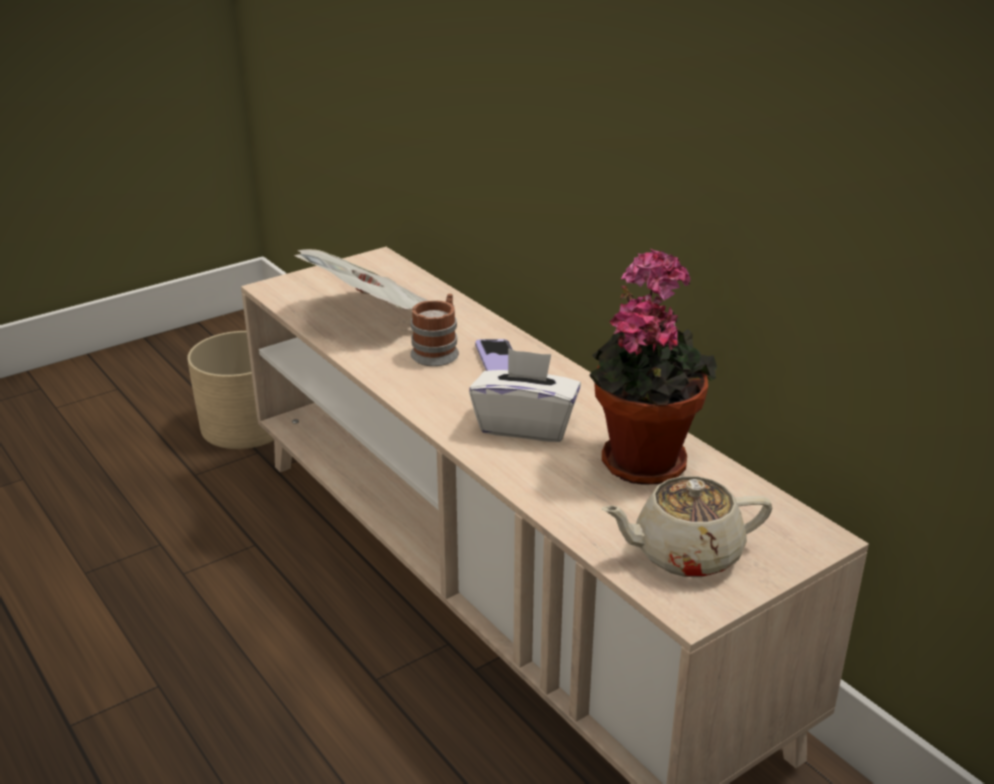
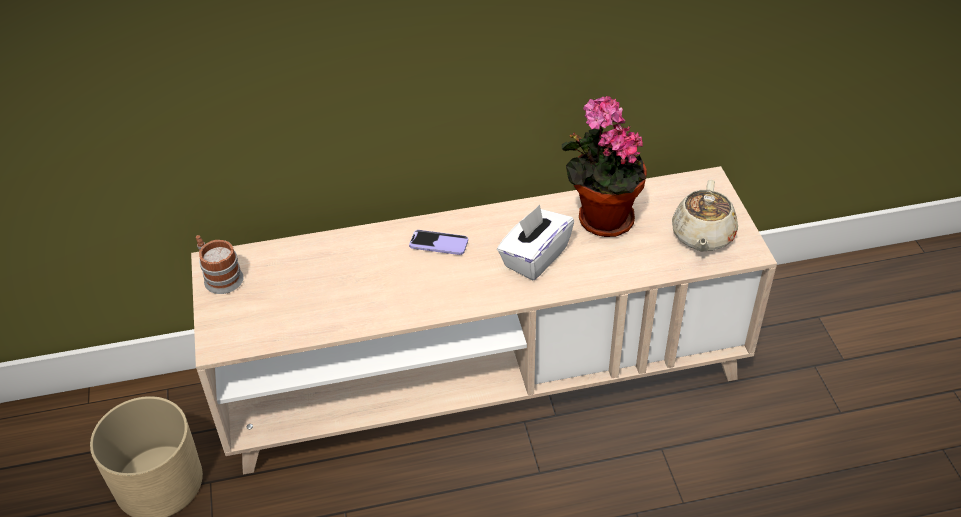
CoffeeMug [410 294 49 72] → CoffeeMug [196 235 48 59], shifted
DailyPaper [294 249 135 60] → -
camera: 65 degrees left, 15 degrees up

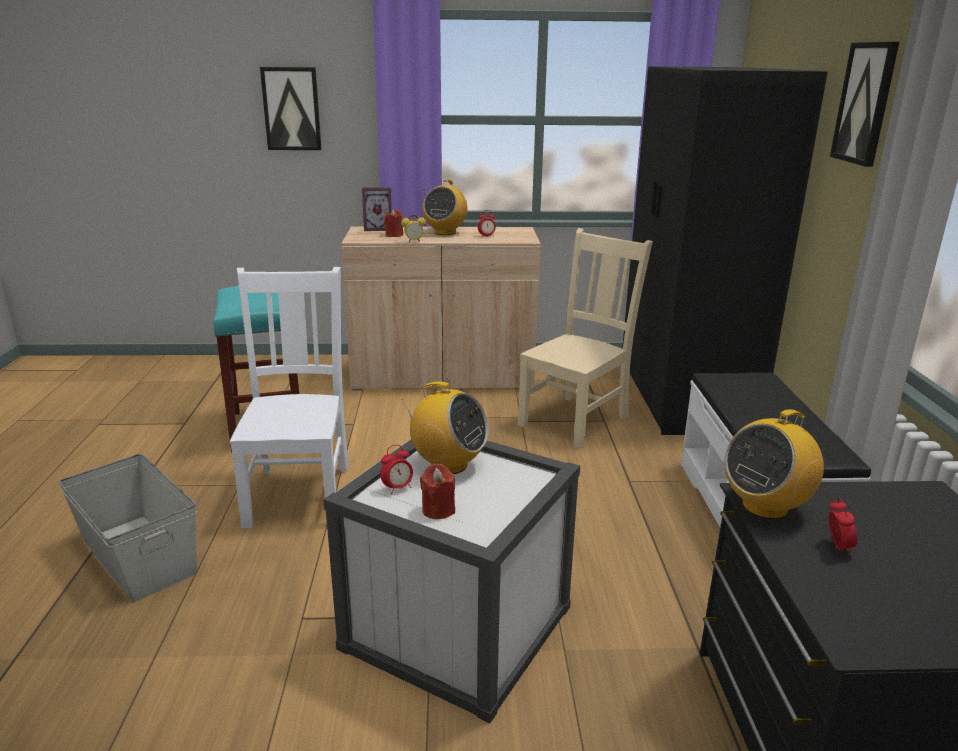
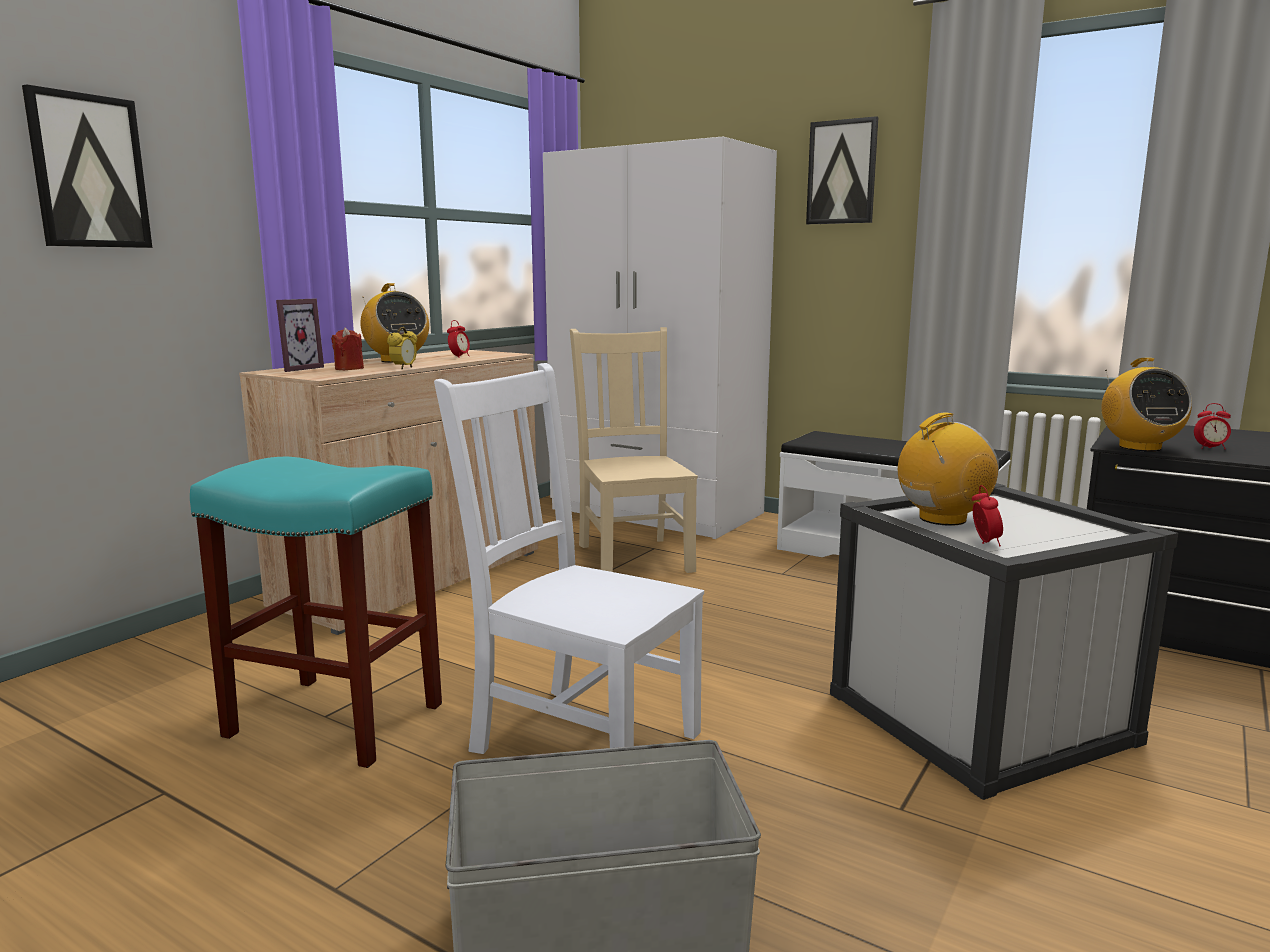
BlackColouredClothesCupboard [622 66 206 369] → WhiteClothesCupboard [543 137 234 402]
BedsideClock [829 498 28 59] → BedsideClock [1194 403 37 46], 150 degrees clockwise
ReddishWaxLight [420 464 35 55] → -
camera: 55 degrees left, 10 degrees down

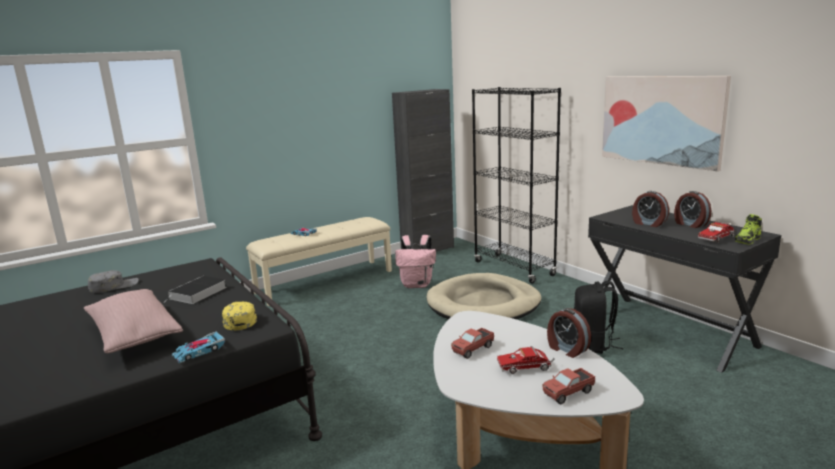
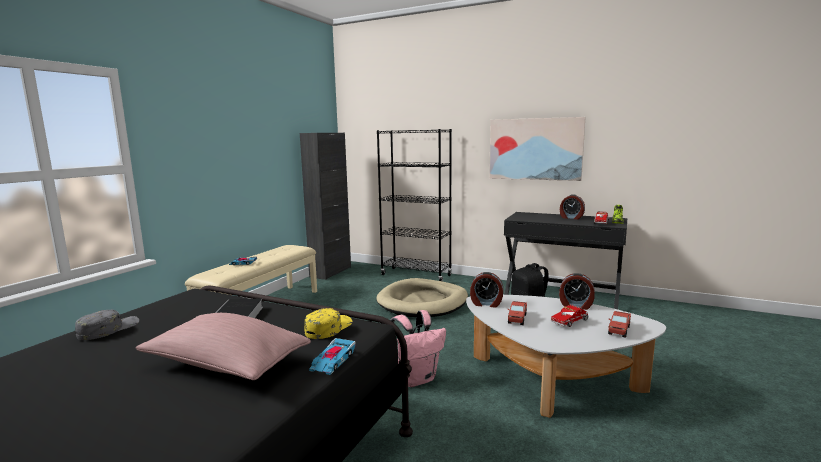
YellowishBaseballCap [222 302 35 28] → YellowishBaseballCap [304 308 48 31], 75 degrees clockwise
PinkRucksack [395 235 41 53] → PinkRucksack [390 310 56 77], shifted
BedsideClock [632 191 37 36] → BedsideClock [470 272 33 36], shifted
camera: 30 degrees left, 5 degrees down

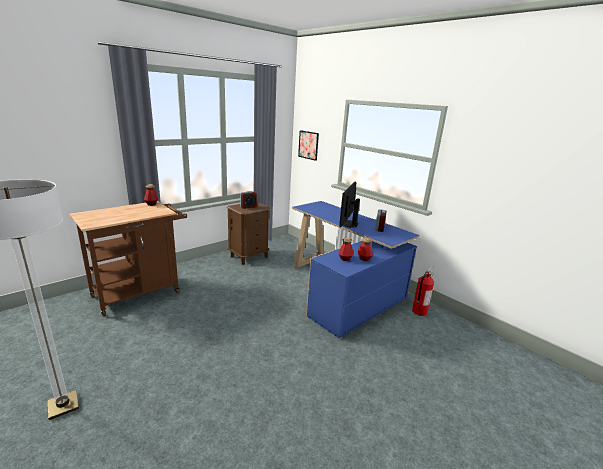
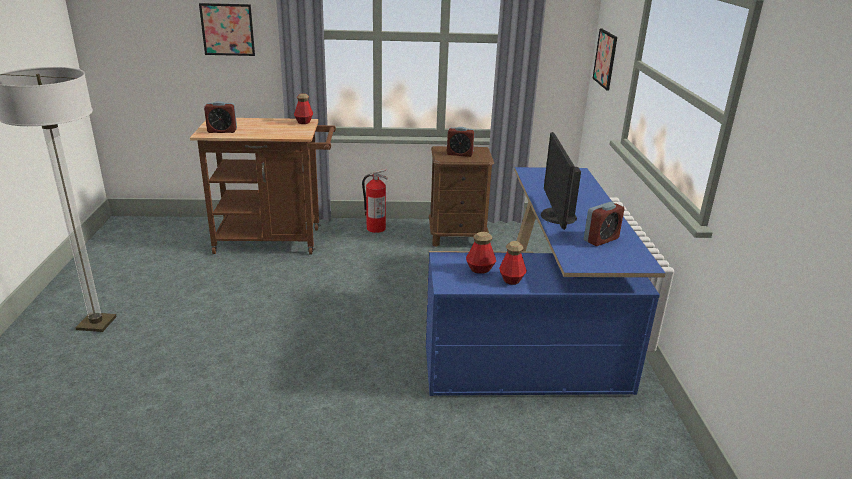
- → WallPicture [199 3 56 53]
- → BedsideClock [204 101 33 32]
FireFightingCylinder [412 266 22 50] → FireFightingCylinder [362 169 26 64], shifted
ComputerDisplay [339 182 21 46] → ComputerDisplay [541 132 40 98], 60 degrees counterclockwise
camera: 40 degrees right, 5 degrees up

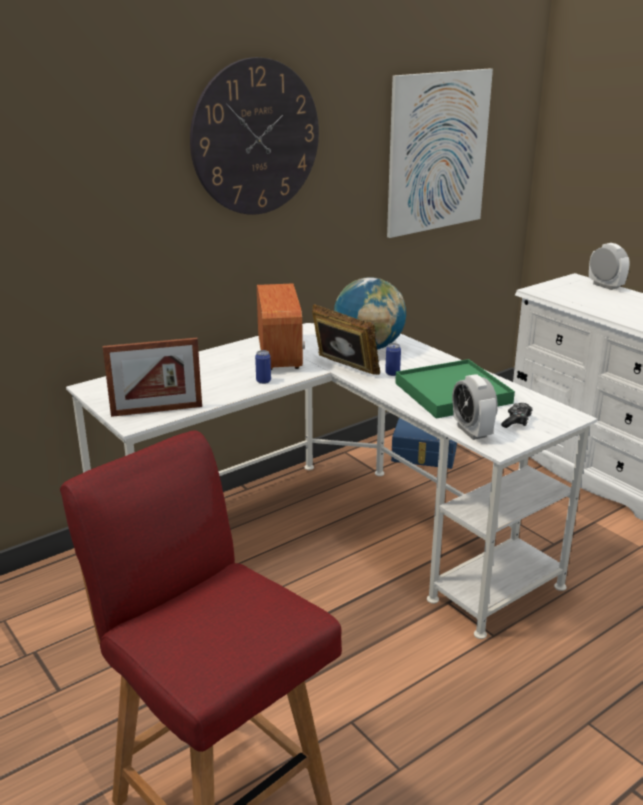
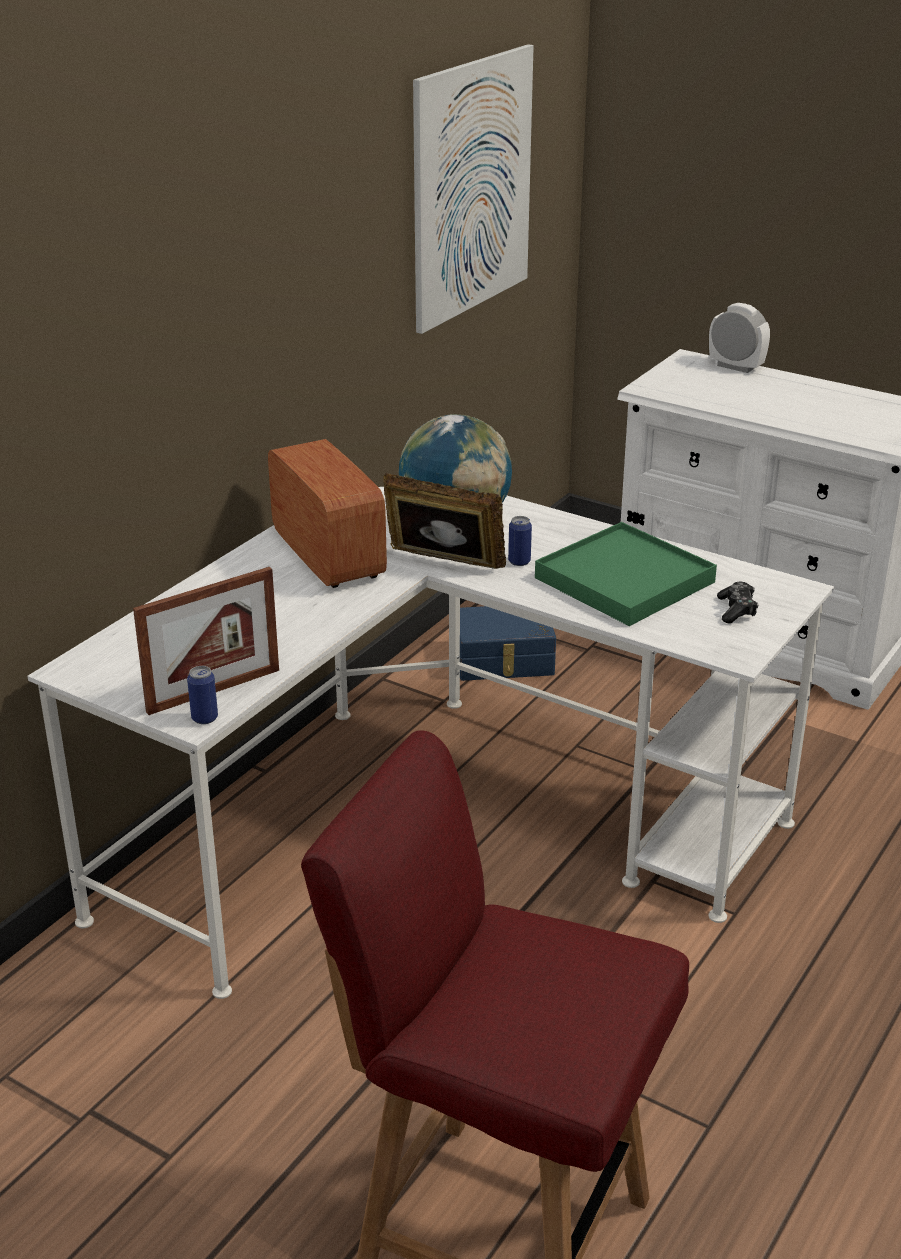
MetalCan [255 350 16 34] → MetalCan [187 666 31 58], shifted
HangingClock [190 57 129 158] → -
BedsideClock [452 375 46 65] → -
camera: 20 degrees left, 5 degrees up

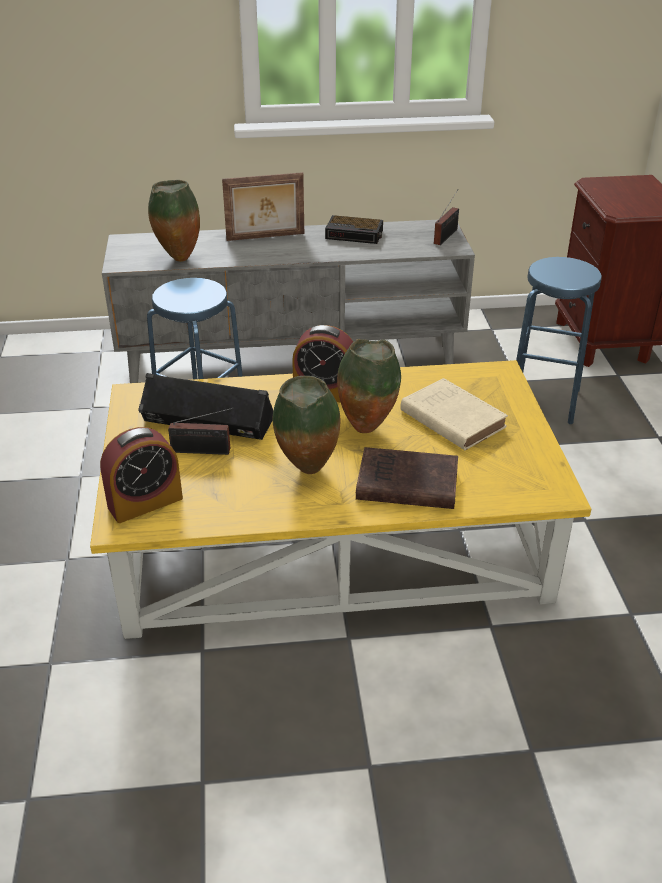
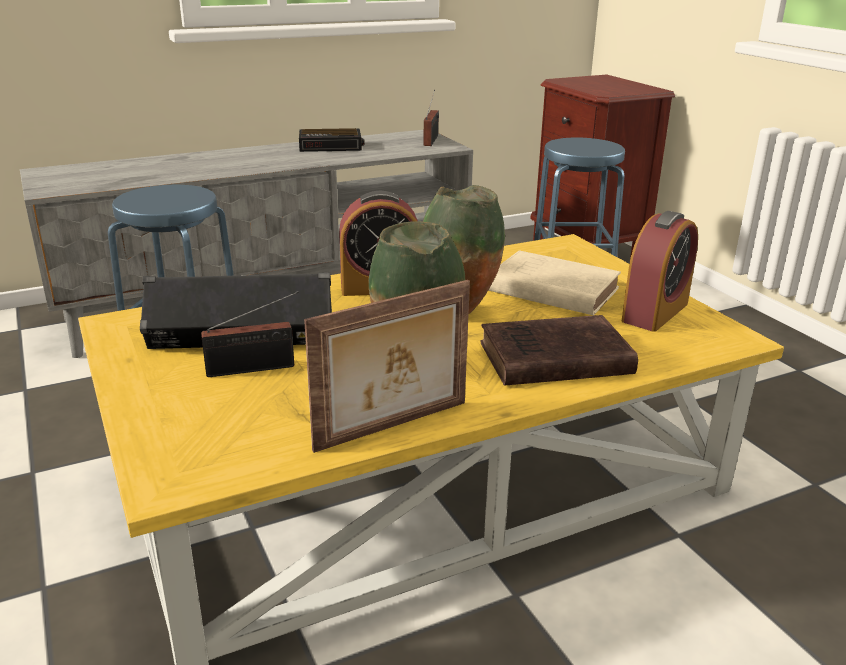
PhotoFrame [222 172 82 69] → PhotoFrame [304 280 166 173], shifted
BedsideClock [100 427 83 96] → BedsideClock [622 211 76 121], shifted
Vase [148 180 52 82] → -
camera: 20 degrees left, 10 degrees down

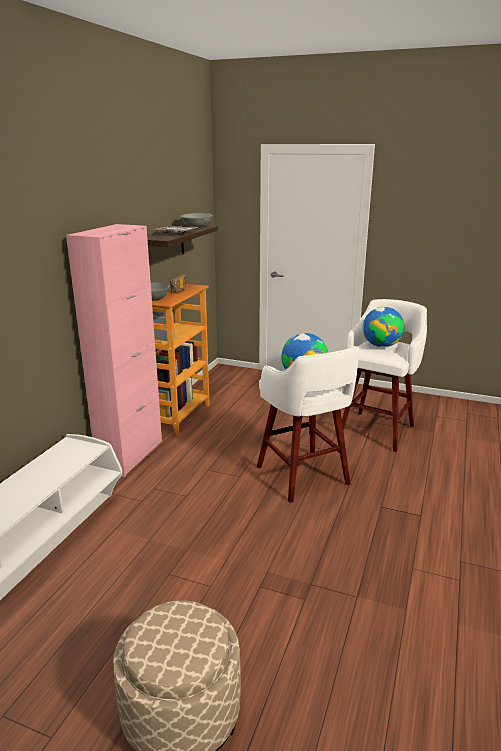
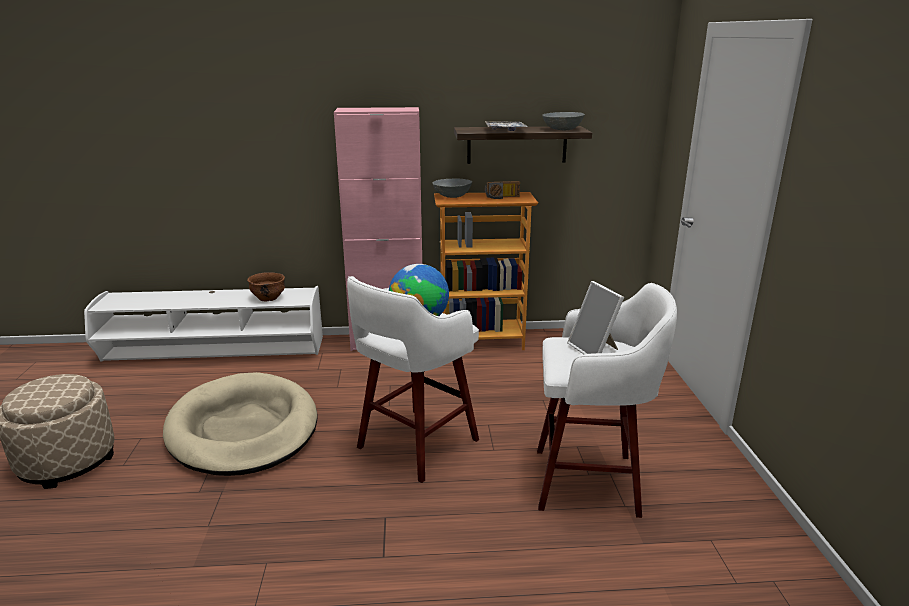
- → BeigeDogBed [163 372 154 104]
- → BrownishDeepDish [247 272 38 30]
DeskGlobe [363 307 41 40] → PhotoFrame [567 281 57 73]
camera: 65 degrees right, 0 degrees up

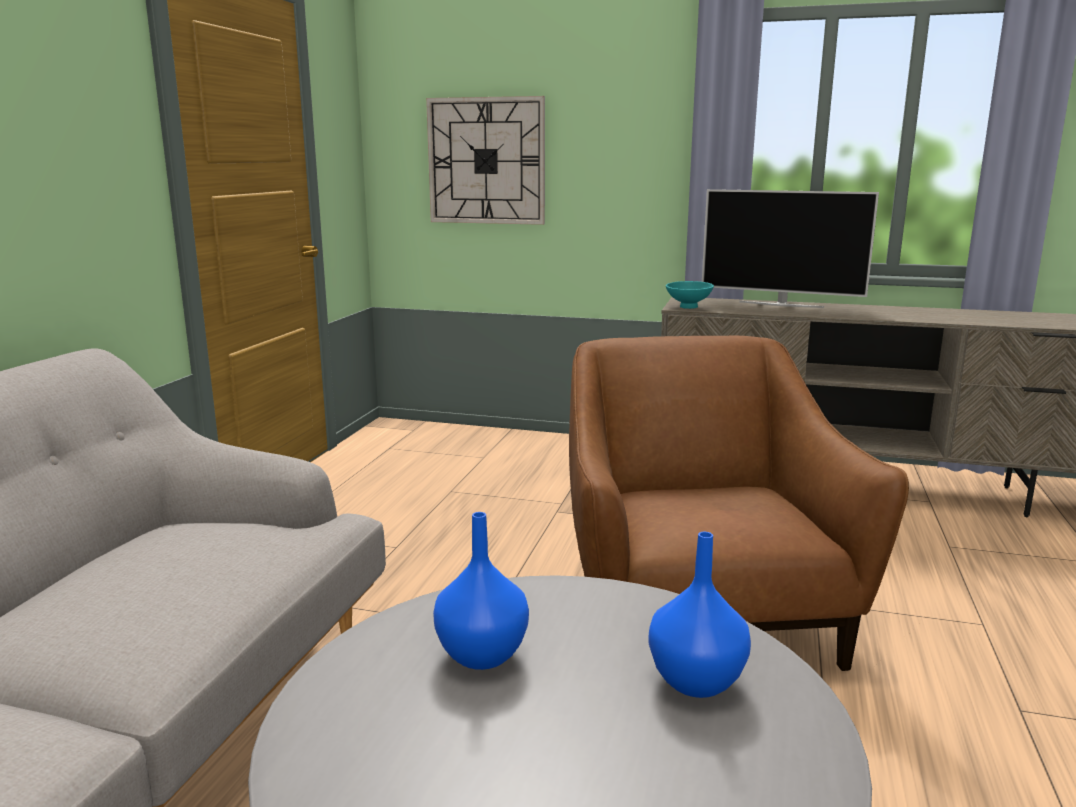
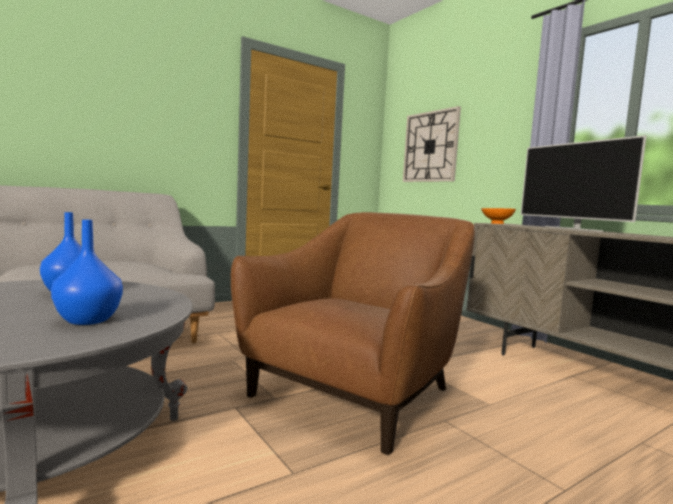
BlueGreenDeepDish [666 281 48 28] → OrangeDeepDish [481 208 35 16]
camera: 40 degrees right, 10 degrees down

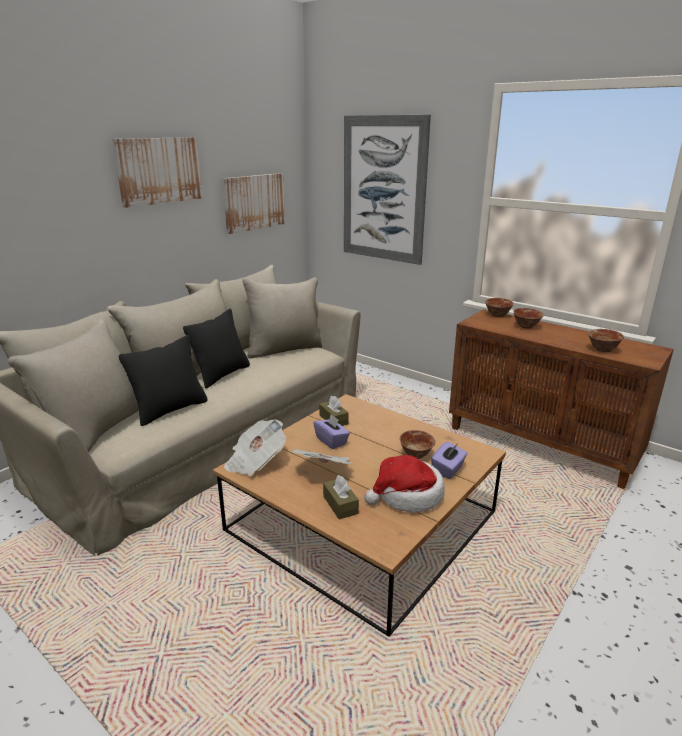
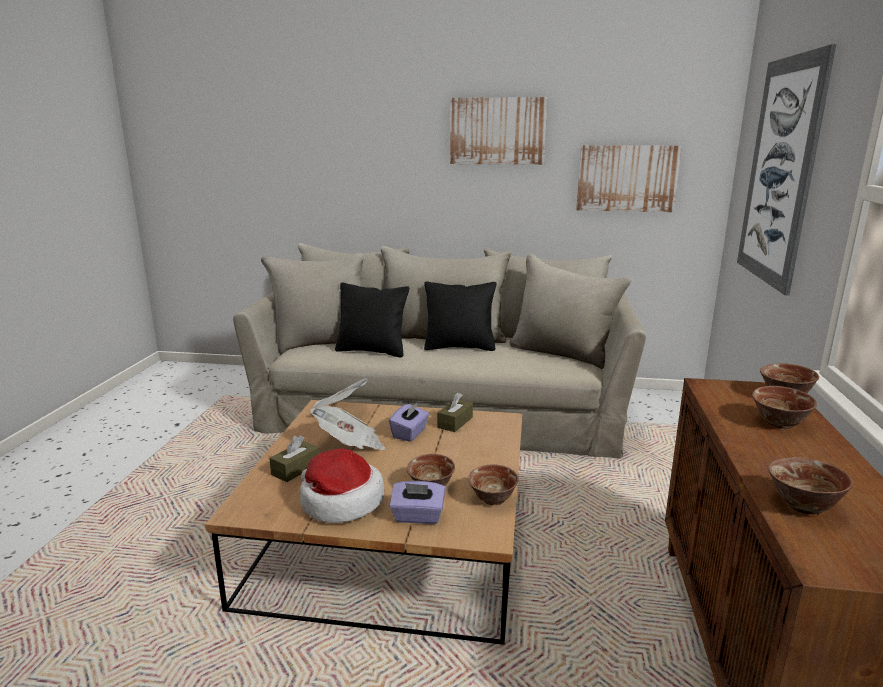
- → DeepDish [468 464 50 41]
camera: 60 degrees right, 5 degrees down

